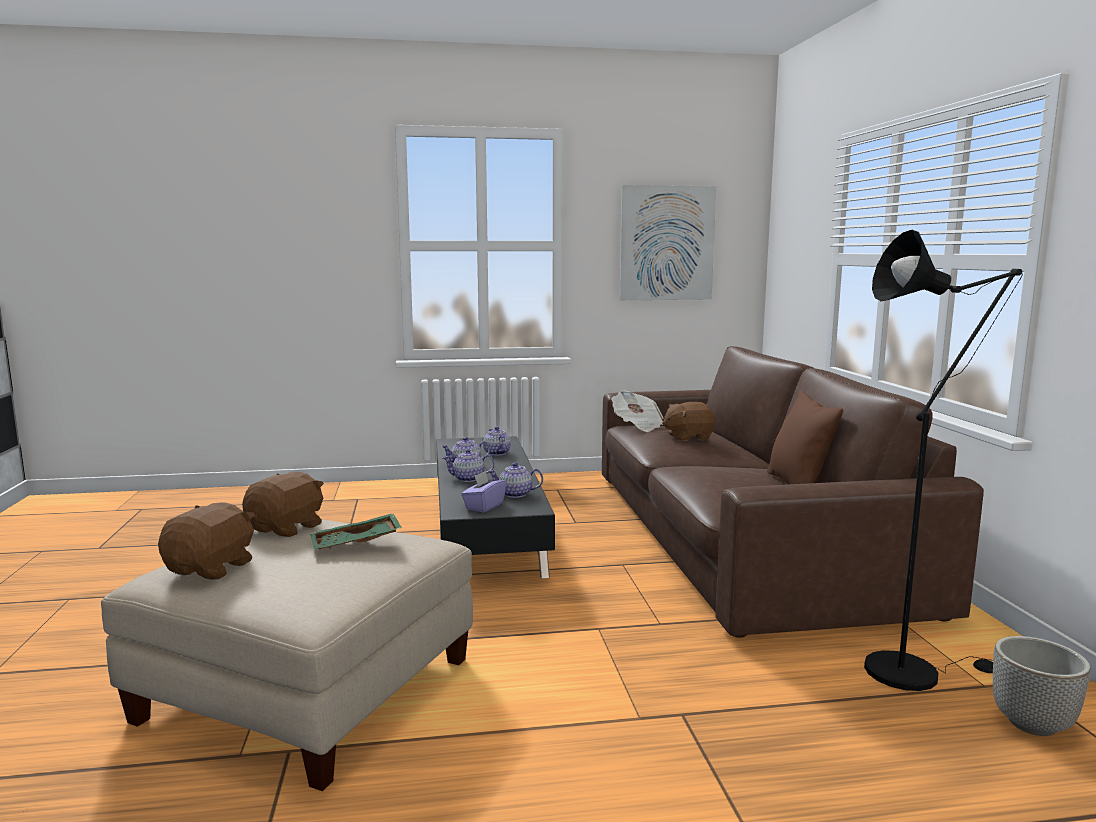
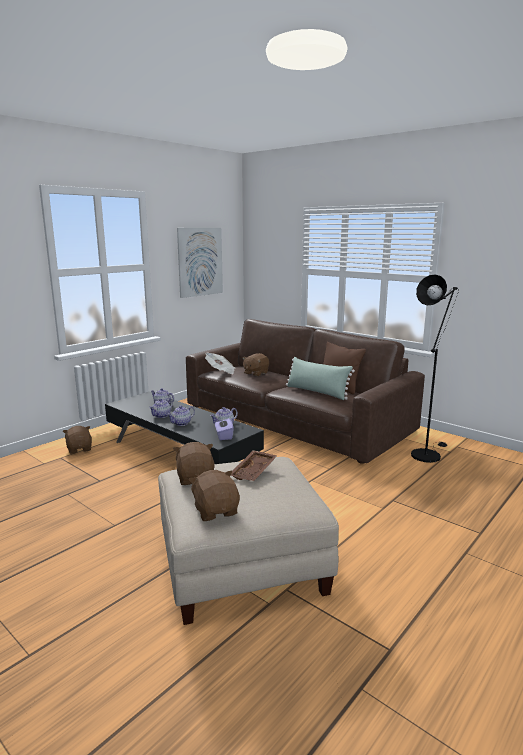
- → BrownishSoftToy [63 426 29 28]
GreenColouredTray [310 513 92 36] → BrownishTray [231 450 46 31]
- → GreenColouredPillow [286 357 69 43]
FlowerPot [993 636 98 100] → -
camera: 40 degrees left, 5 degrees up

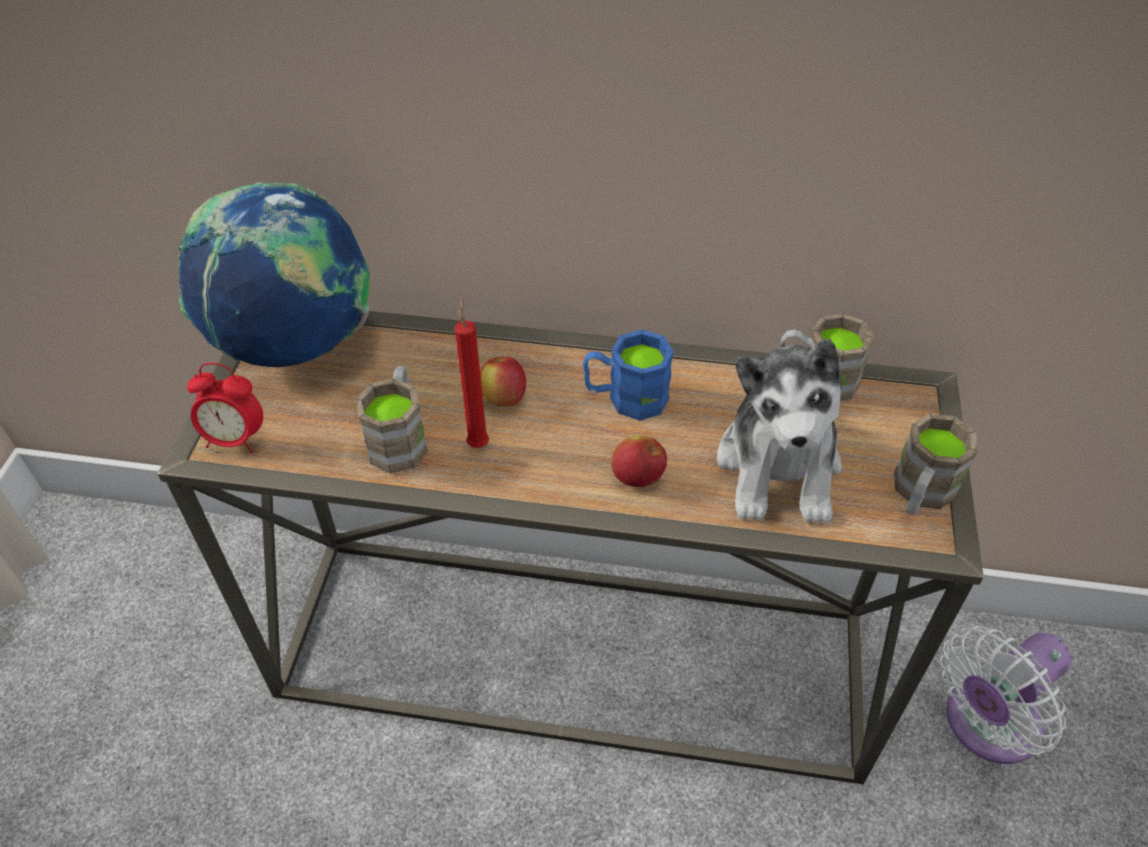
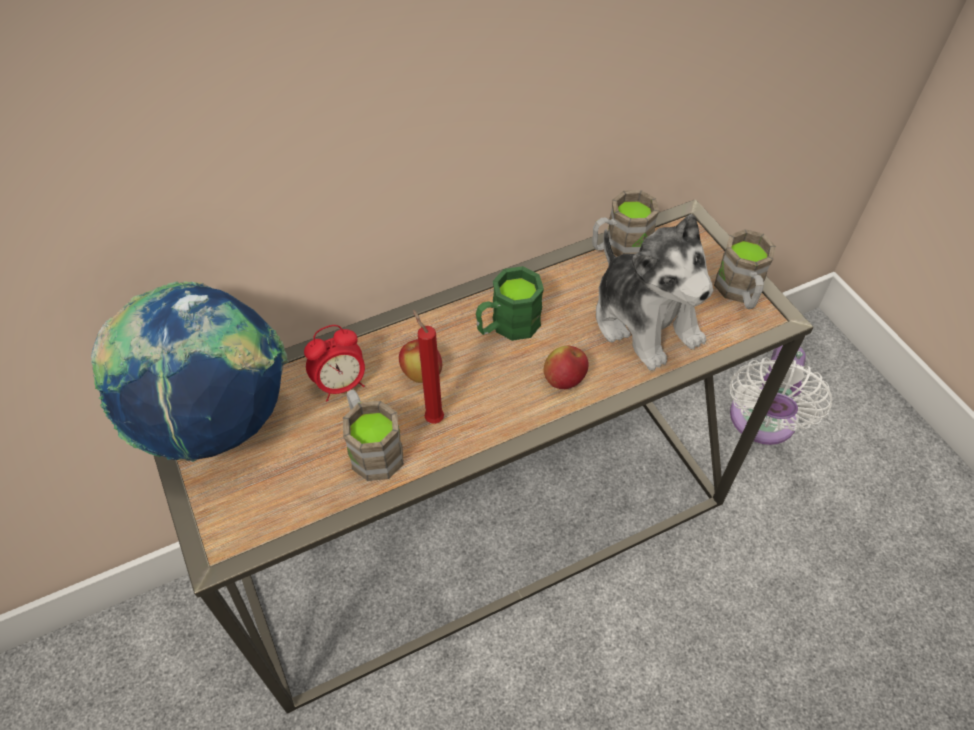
BedsideClock [187 363 76 90] → BedsideClock [304 325 61 77], shifted
BlueCoffeeMug [583 330 91 90] → GreenColouredCoffeeMug [476 266 68 75]
camera: 35 degrees left, 5 degrees up

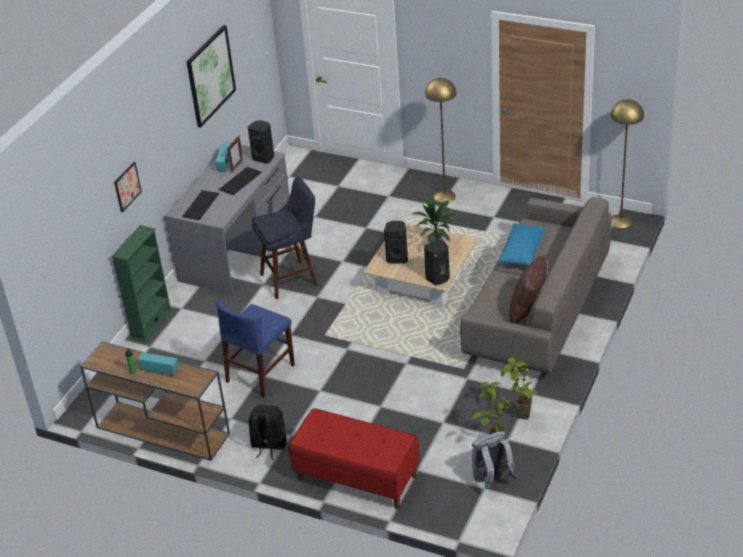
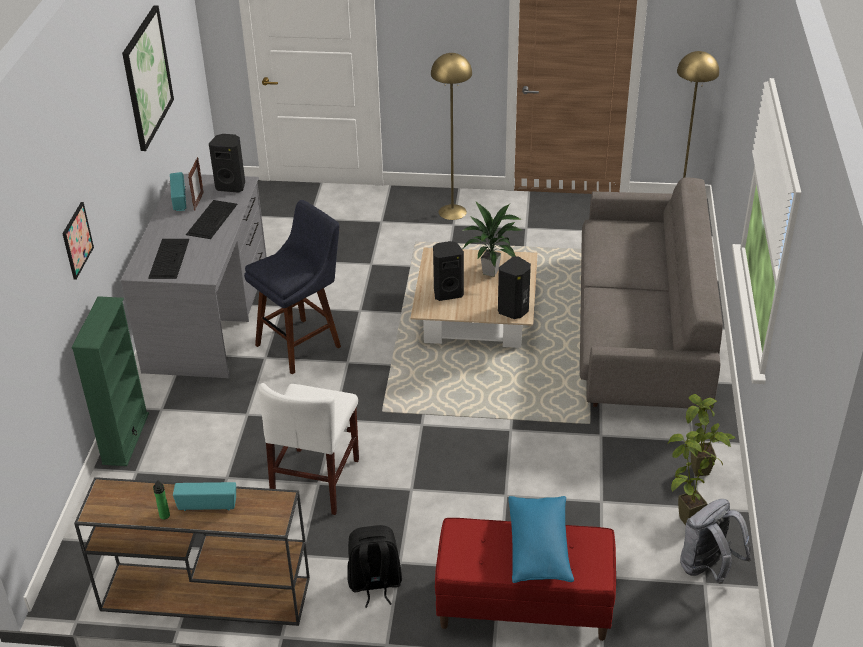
BluePlainChair [216 299 79 99] → WhitePlainChair [259 383 100 132]
BluePillow [498 223 48 43] → BluePillow [508 496 66 87], shifted
BrownishPillow [510 255 37 69] → -
camera: 20 degrees left, 0 degrees up

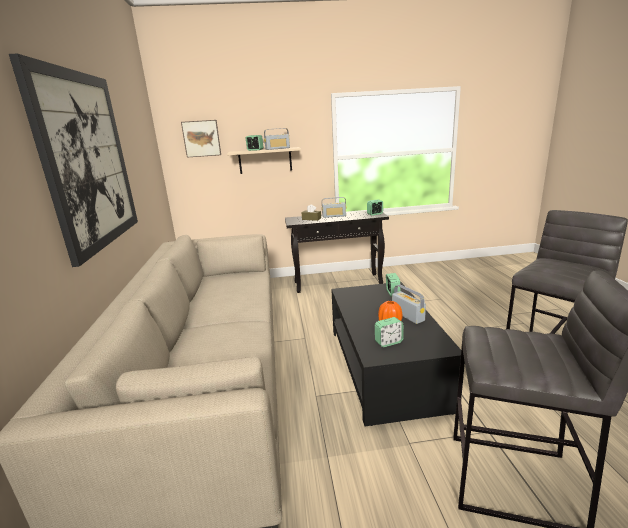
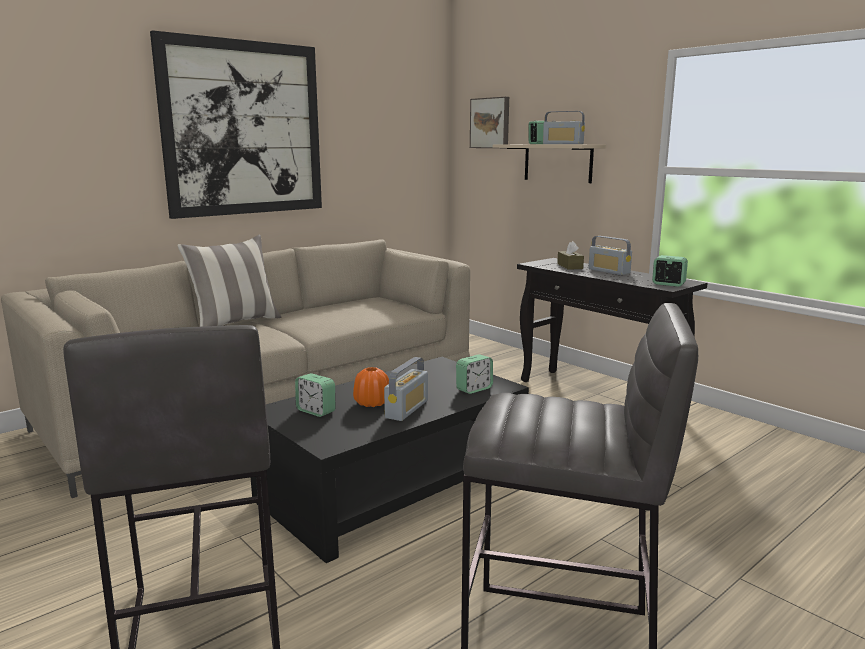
- → Pillow [177 235 104 92]
camera: 55 degrees right, 5 degrees down

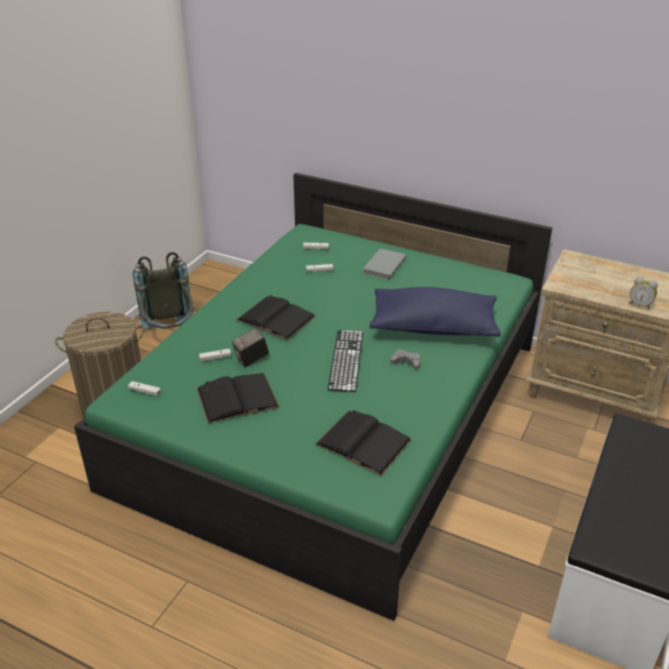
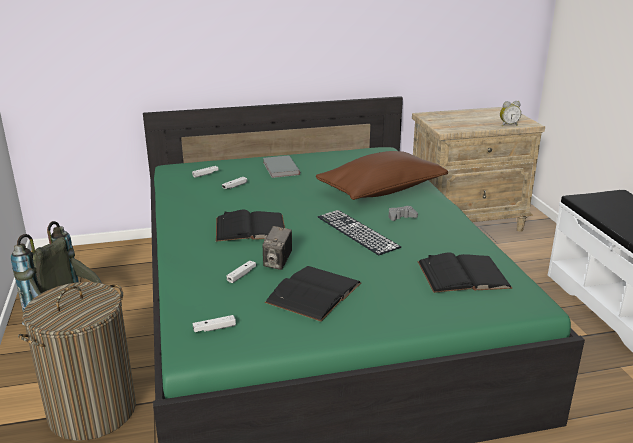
BluePillow [369 287 132 50] → BrownishPillow [316 151 132 49]
camera: 40 degrees left, 10 degrees down

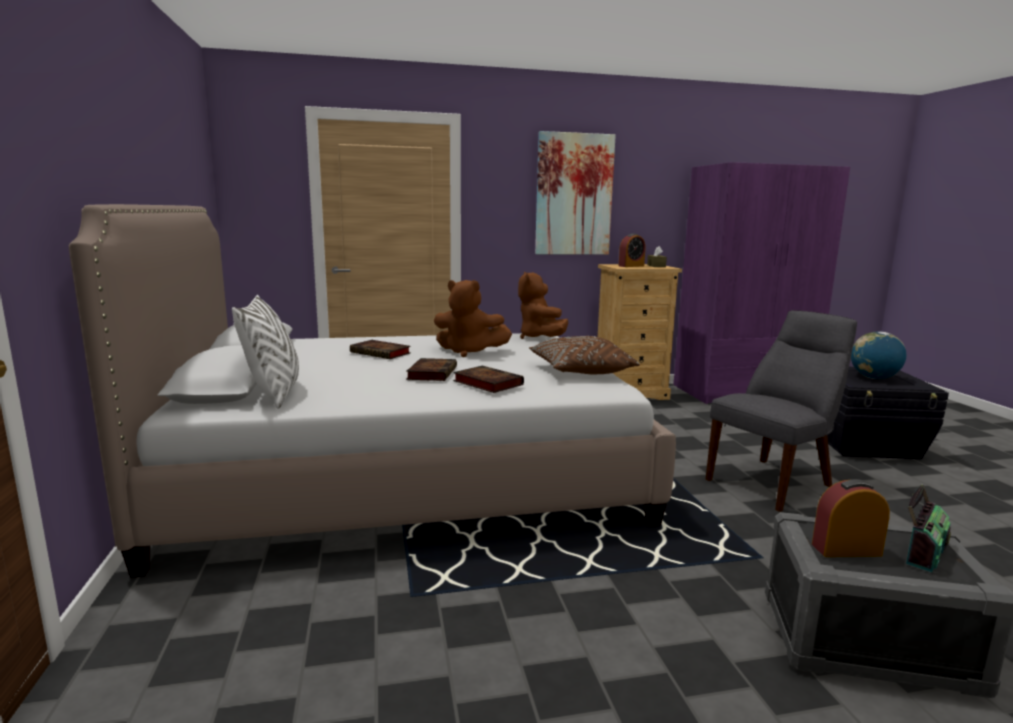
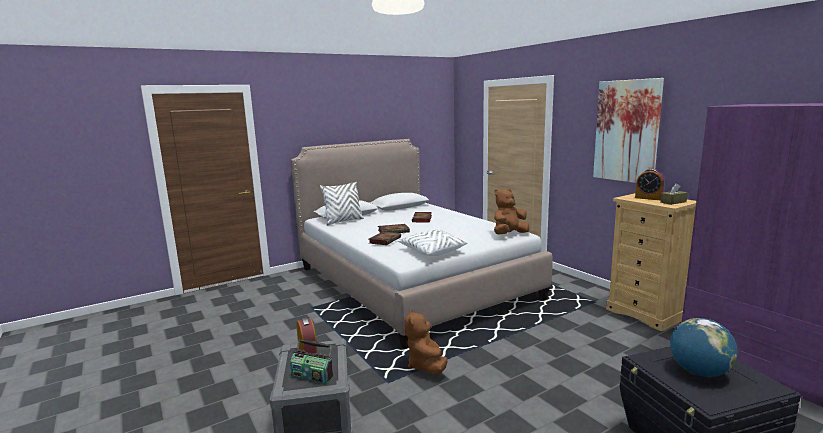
BrownishPillow [529 336 111 38] → WhitePillow [398 230 69 26]
BrownishSoftToy [434 280 78 77] → BrownishSoftToy [404 309 44 65], shifted
GreyishPlainChair [706 310 151 202] → -
camera: 70 degrees right, 0 degrees up

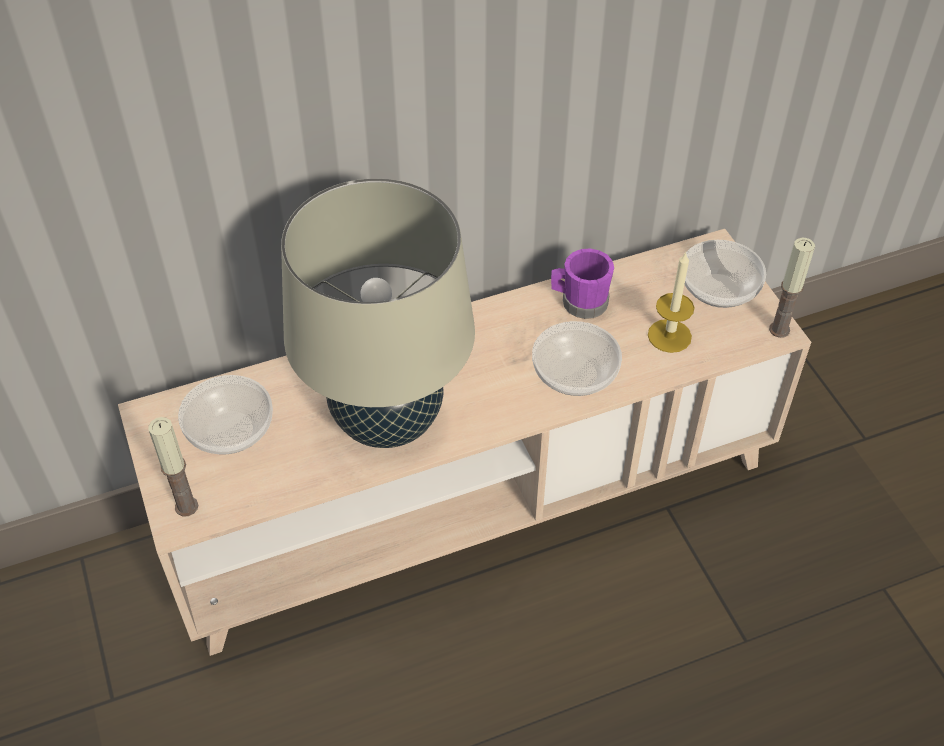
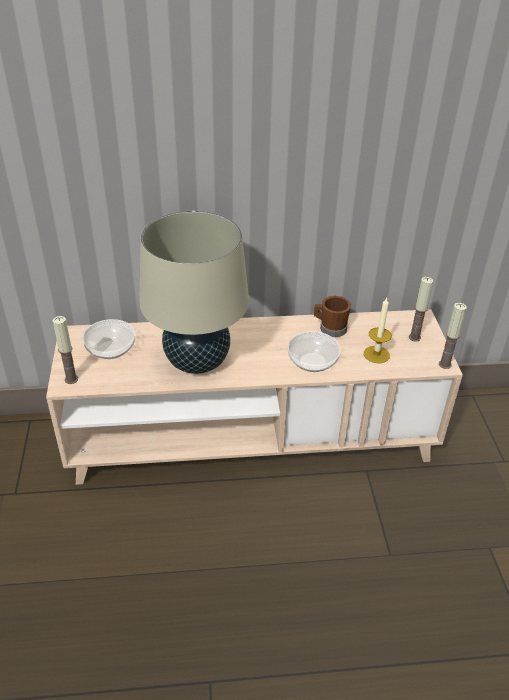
PurpleColouredCoffeeMug [551 248 63 71] → BrownishCoffeeMug [314 296 37 41]
DeepDish [684 240 82 68] → WaxLight [409 277 24 65]
camera: 15 degrees right, 10 degrees down

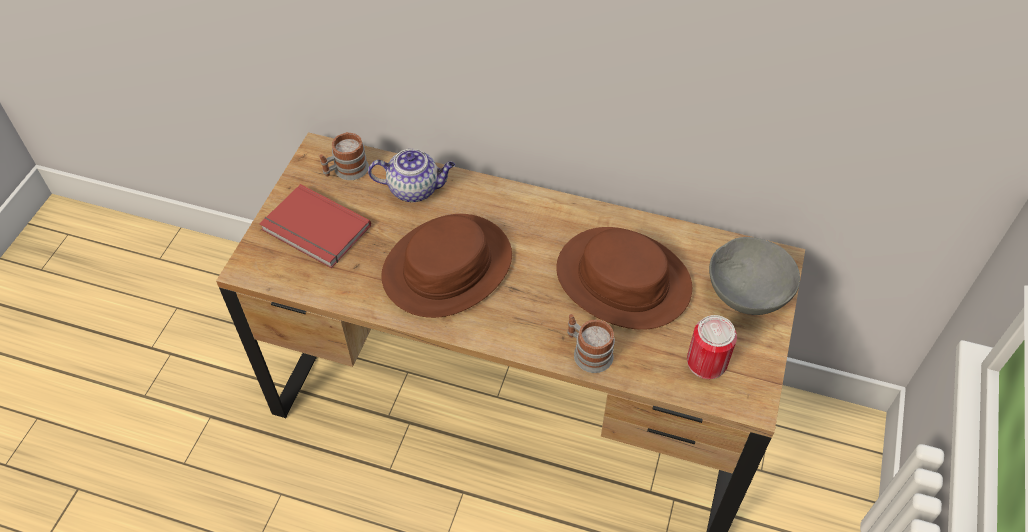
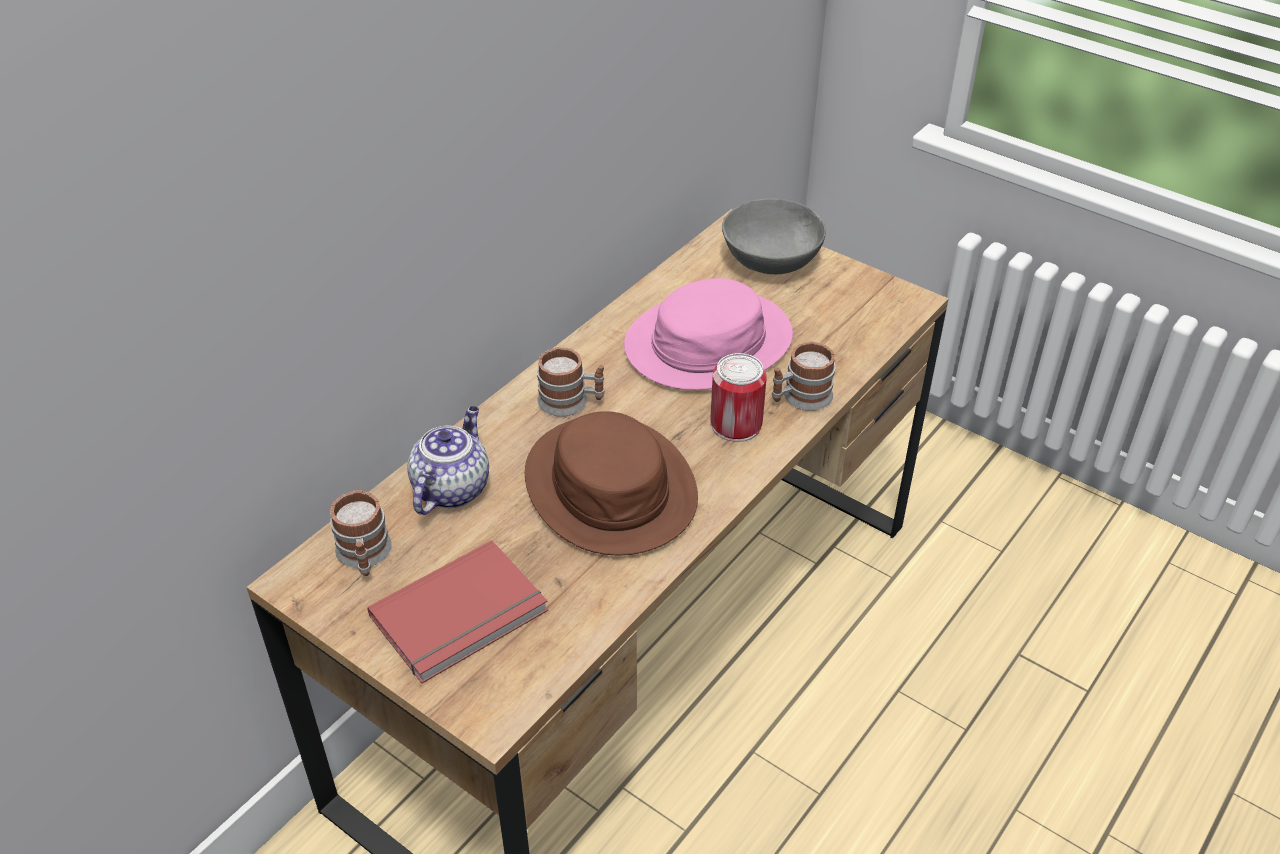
- → CoffeeMug [537 347 68 70]
BrownishWearableHat [556 227 136 103] → PinkWearableHat [624 278 169 112]
MetalCan [687 315 50 64] → MetalCan [710 353 57 89], shifted
camera: 70 degrees left, 10 degrees down

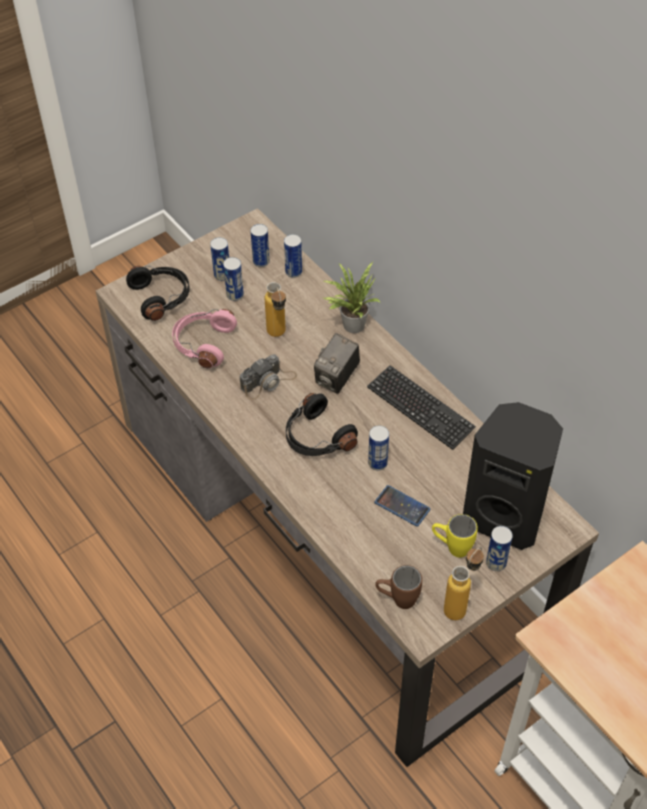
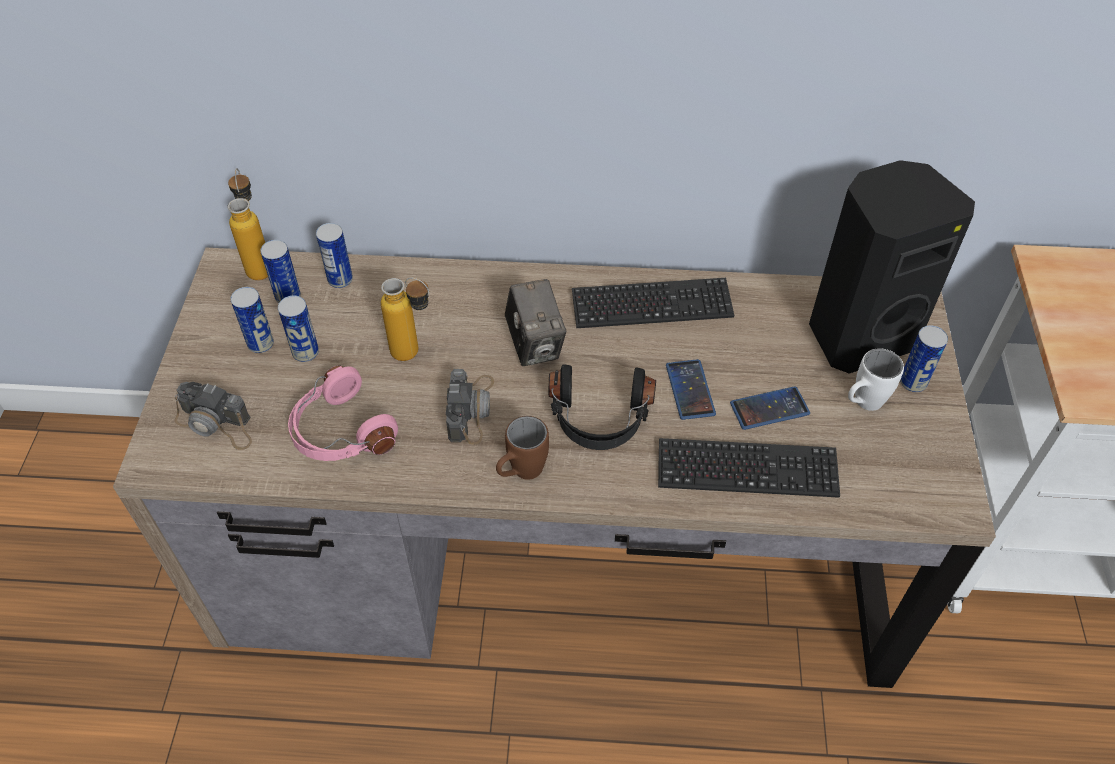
BlackColouredPairOfHeadphones [126 266 64 55] → PhotoCamera [175 382 77 68]
BeverageBottle [444 547 40 73] → BeverageBottle [228 168 40 112], shifted
BrownishCoffeeMug [375 565 47 44] → BrownishCoffeeMug [496 416 53 64], shifted
- → Keyboard [658 438 182 60]
MetalCan [368 425 21 46] → Handset [666 359 50 61]
YellowishCoffeeMug [432 514 46 43] → WhiteCoffeeMug [848 348 56 63]
Houseplant [323 262 58 71] → -
camera: 50 degrees left, 0 degrees up

